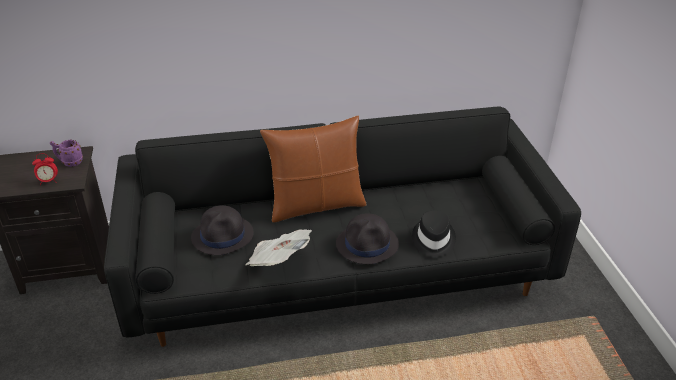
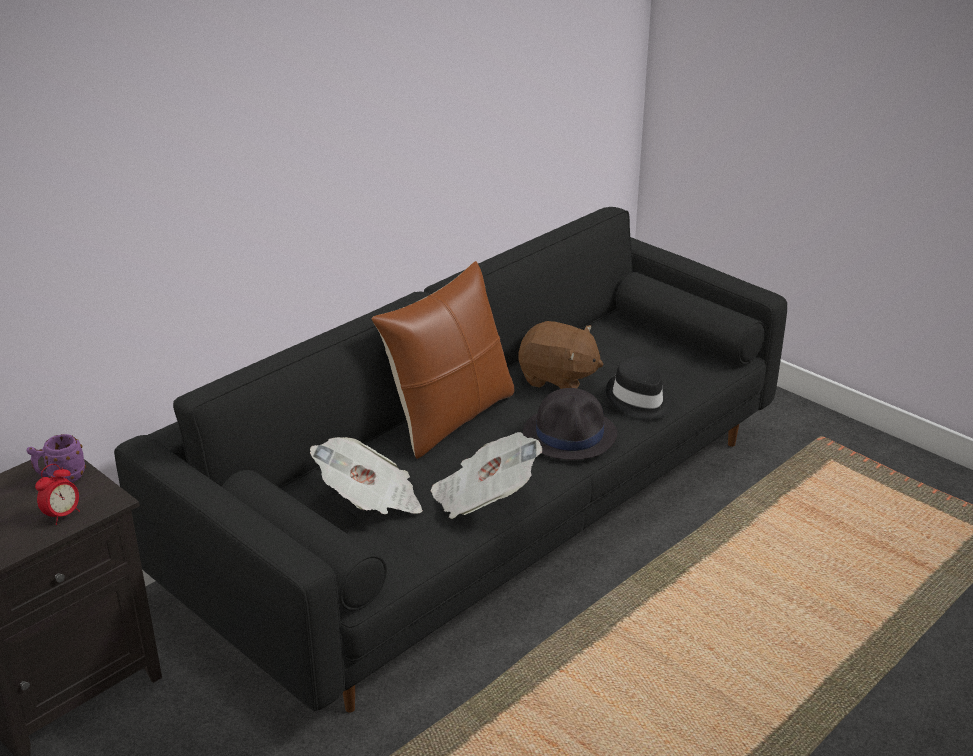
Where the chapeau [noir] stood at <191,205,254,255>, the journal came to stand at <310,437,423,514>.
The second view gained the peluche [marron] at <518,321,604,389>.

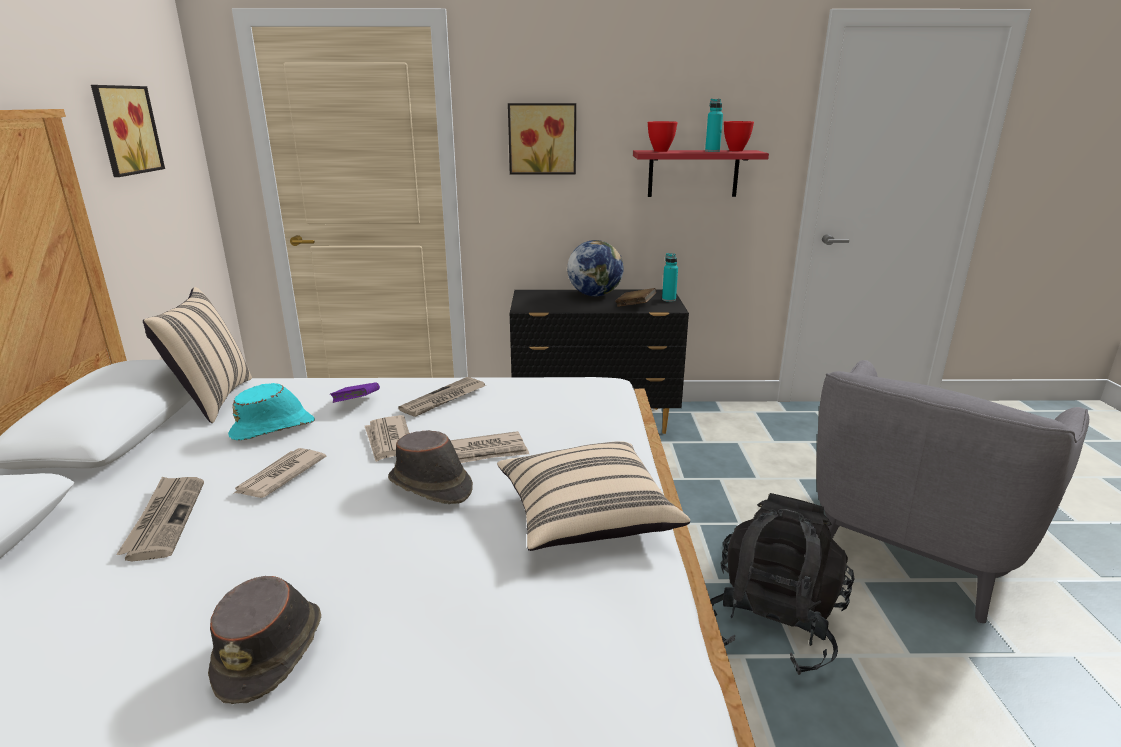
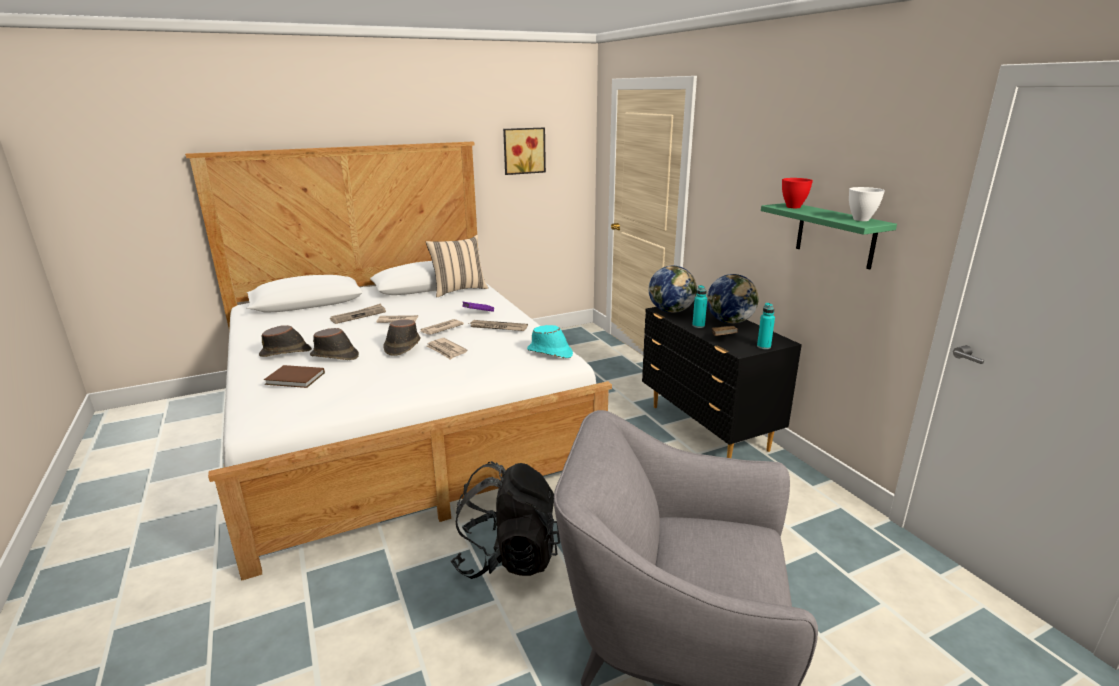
The chapeau [turquoise] ended up elsewhere, having gone from <228,383,315,440> to <527,325,573,358>.
The second view lost the coussin [beige] at <497,441,690,551>.
The second view lost the tableau at <508,103,576,175>.
What was the étagère [rouge] at <633,150,769,197> turned into the étagère [vert] at <761,203,897,269>.
The bouteille [turquoise] ended up elsewhere, having gone from <705,99,723,152> to <692,285,707,328>.
What was the bol [rouge] at <724,121,754,151> turned into the bol [blanc] at <849,187,885,221>.
The second view gained the livre [marron] at <264,365,325,388>.
The second view gained the chapeau [marron] at <310,328,359,360>.
The second view gained the globe at <648,266,697,313>.

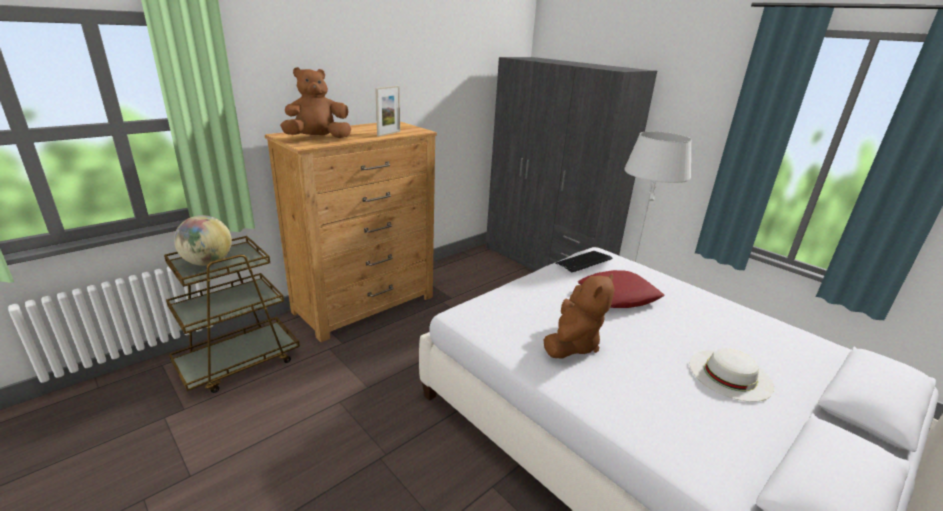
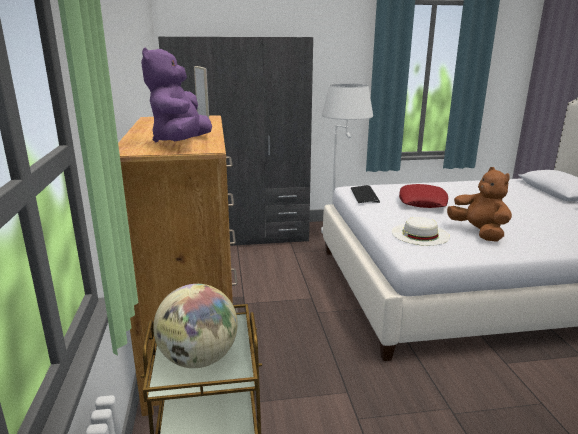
What was the peluche [marron] at <280,67,351,138> turned into the peluche [violet] at <141,47,212,143>.
The chapeau [blanc] ended up elsewhere, having gone from <690,348,774,402> to <392,217,450,246>.

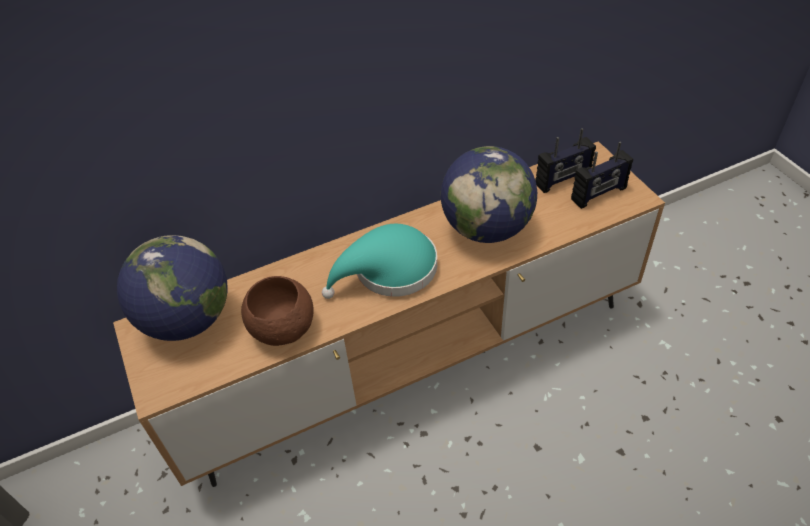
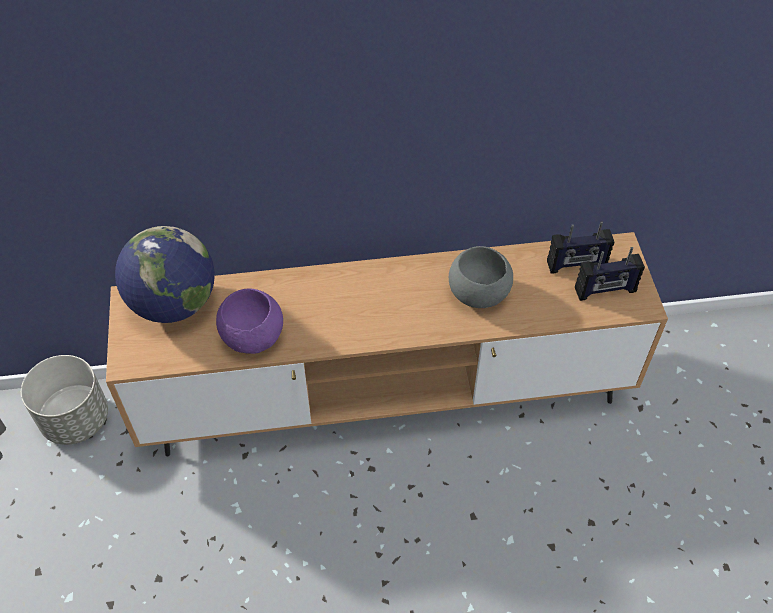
What was the bol [marron] at <241,276,314,346> turned into the bol [violet] at <216,289,283,354>.
The second view lost the chapeau [turquoise] at <322,224,437,299>.
Where the globe stood at <441,146,537,243>, the bol [gris] came to stand at <449,246,513,308>.
The second view gained the cache-pot [gris] at <21,355,108,445>.

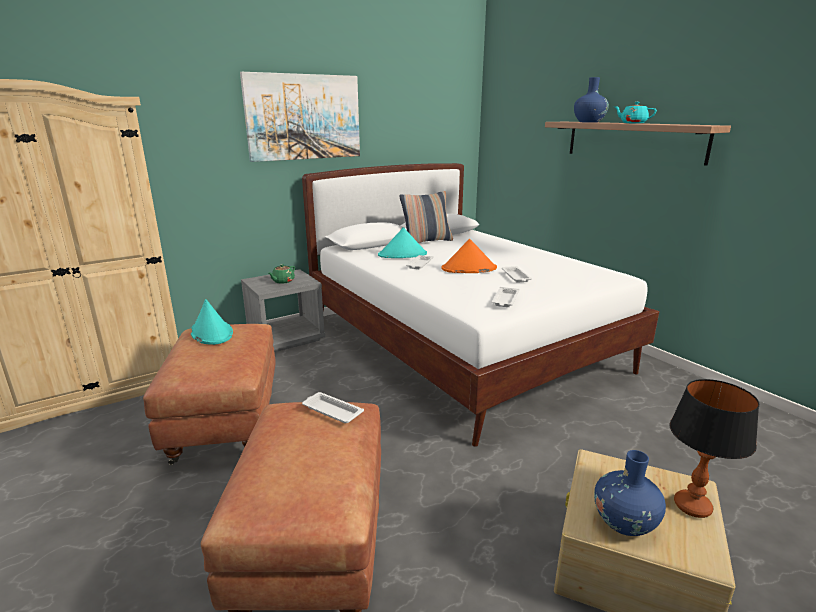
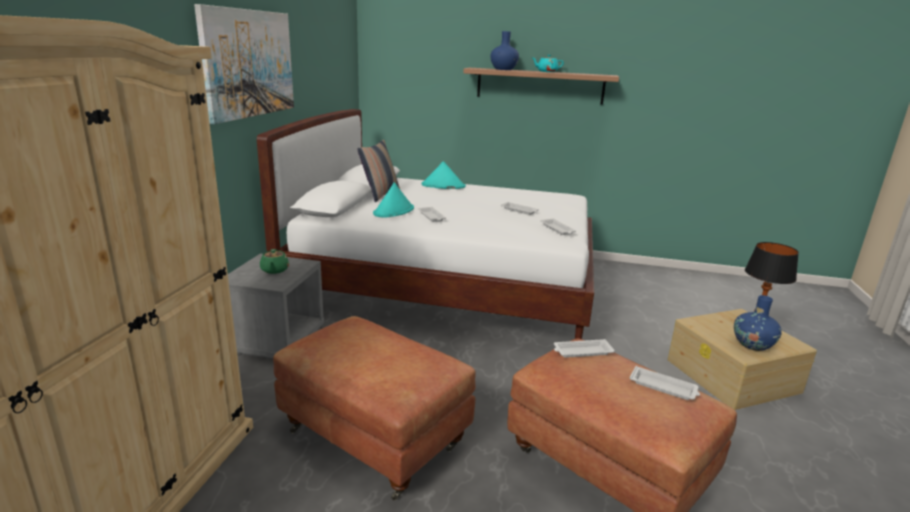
The chapeau [turquoise] ended up elsewhere, having gone from <191,299,233,345> to <422,161,466,189>.
The second view lost the chapeau [orange] at <441,239,497,273>.
The second view gained the plateau [blanc] at <630,366,700,400>.

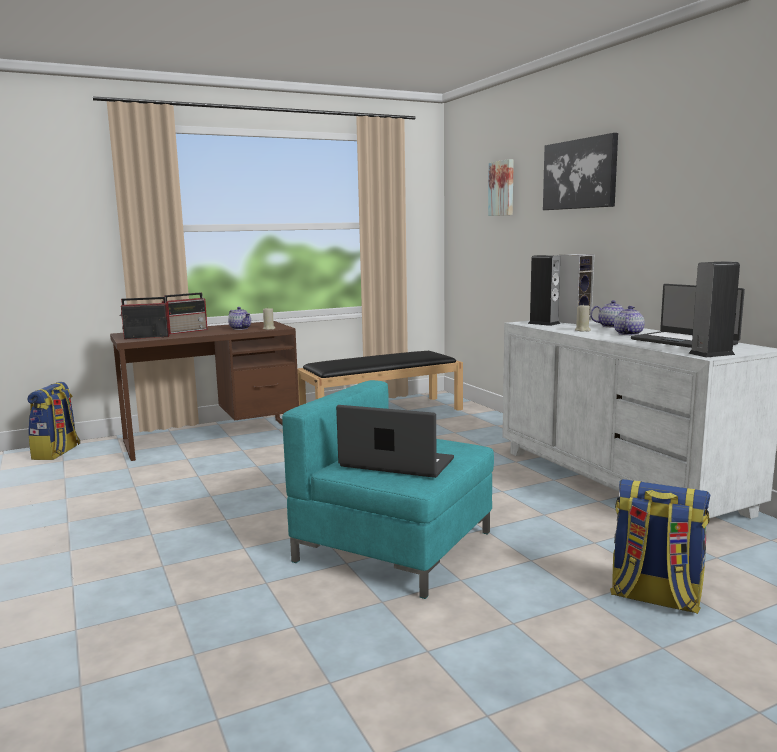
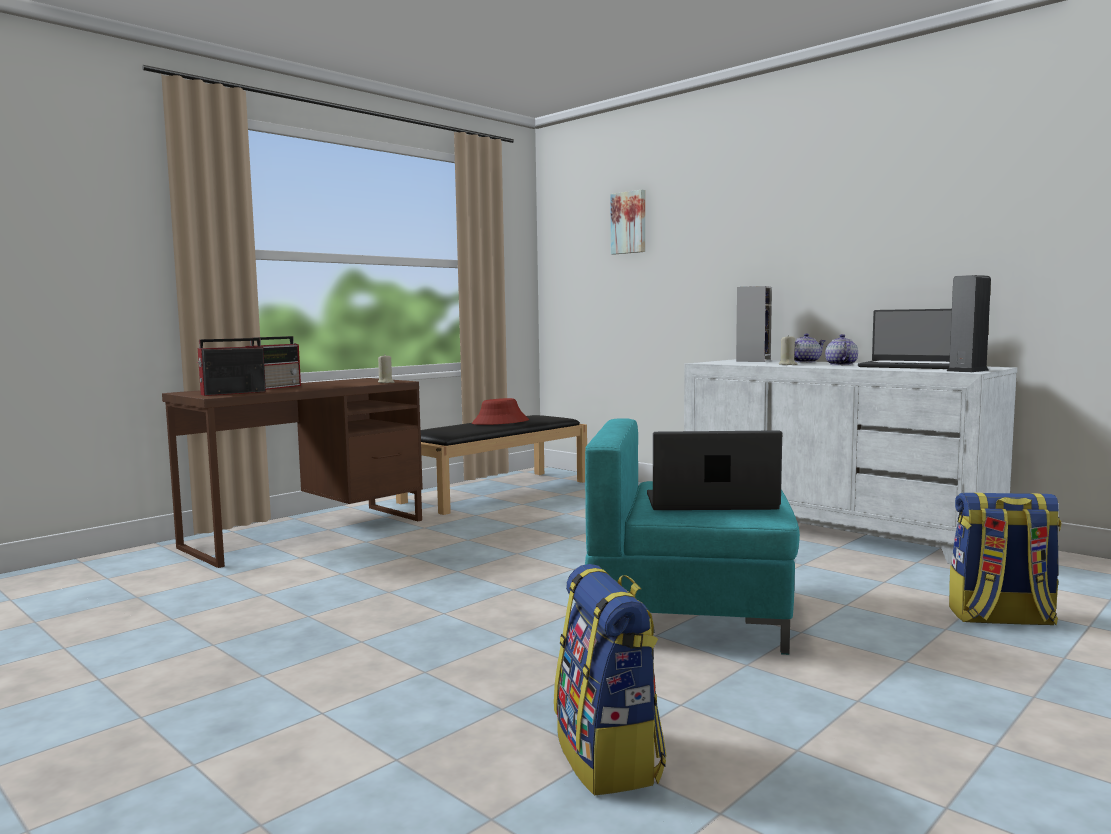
The sac à dos ended up elsewhere, having gone from <28,382,80,460> to <554,564,667,796>.
The second view lost the théière at <228,307,251,330>.
The second view lost the enceinte at <528,255,560,326>.
The second view lost the tableau at <543,133,618,210>.
The second view gained the chapeau [rouge] at <472,398,529,425>.

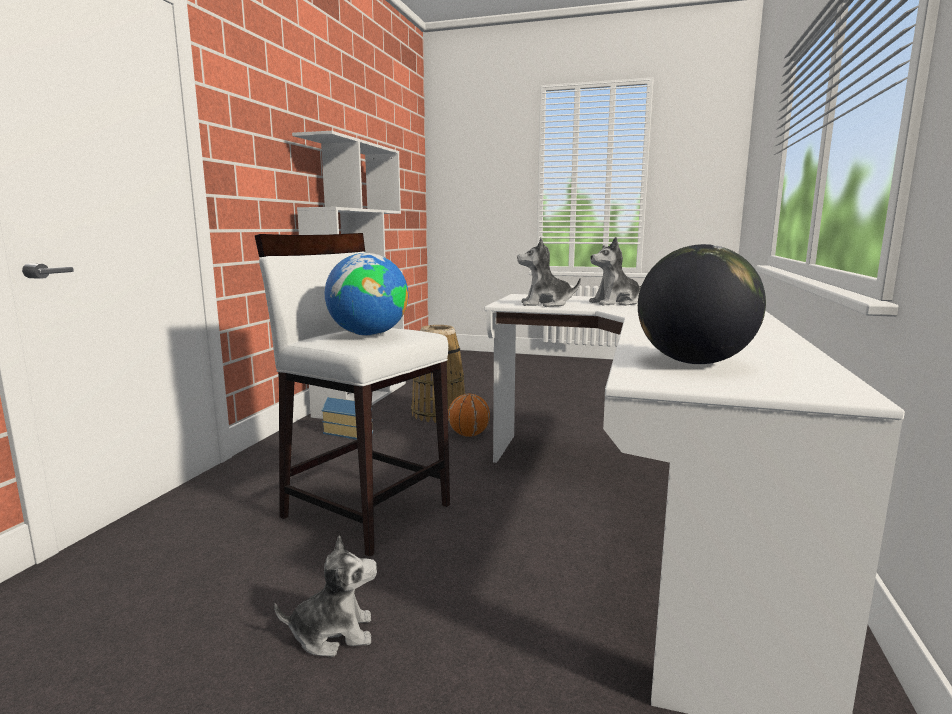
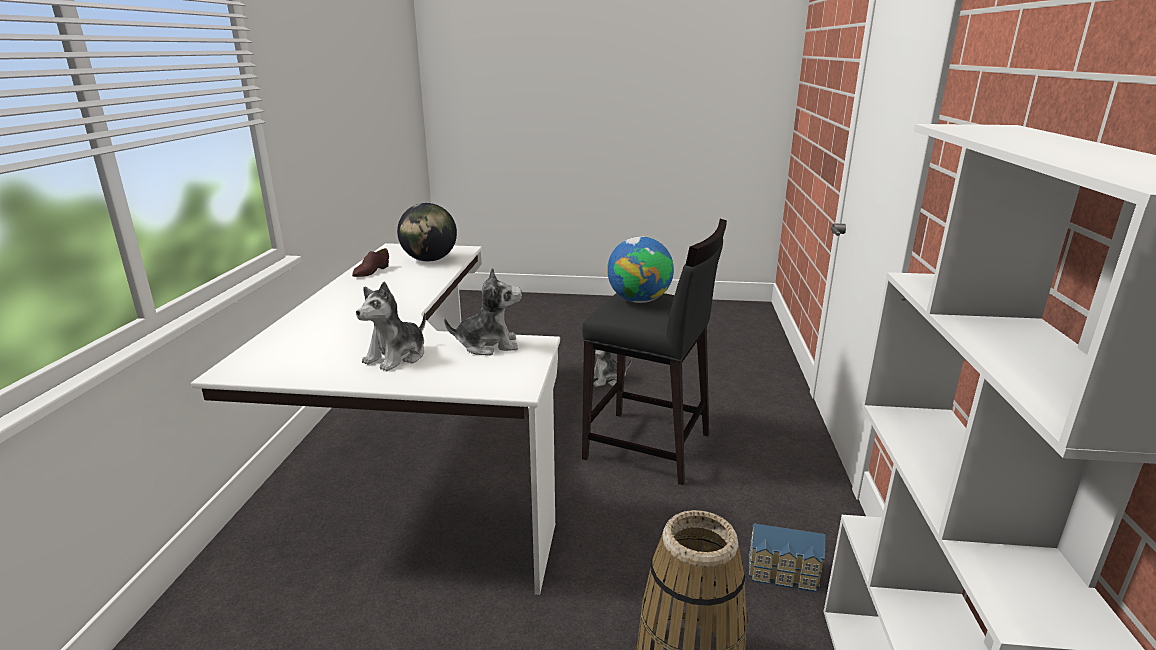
What was the tabouret [blanc] at <255,233,450,557> turned into the tabouret [noir] at <582,219,727,485>.
The second view lost the ballon de basket at <448,394,490,437>.
The peluche at <589,237,642,306> ended up facing another way, 150 degrees clockwise from before.
The second view gained the chaussure [marron] at <352,248,389,277>.

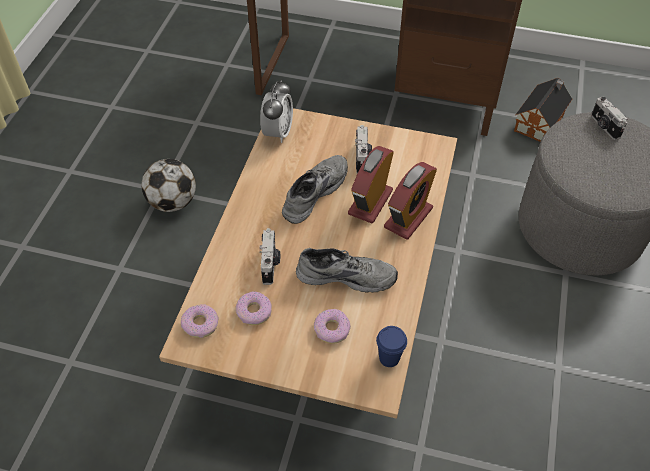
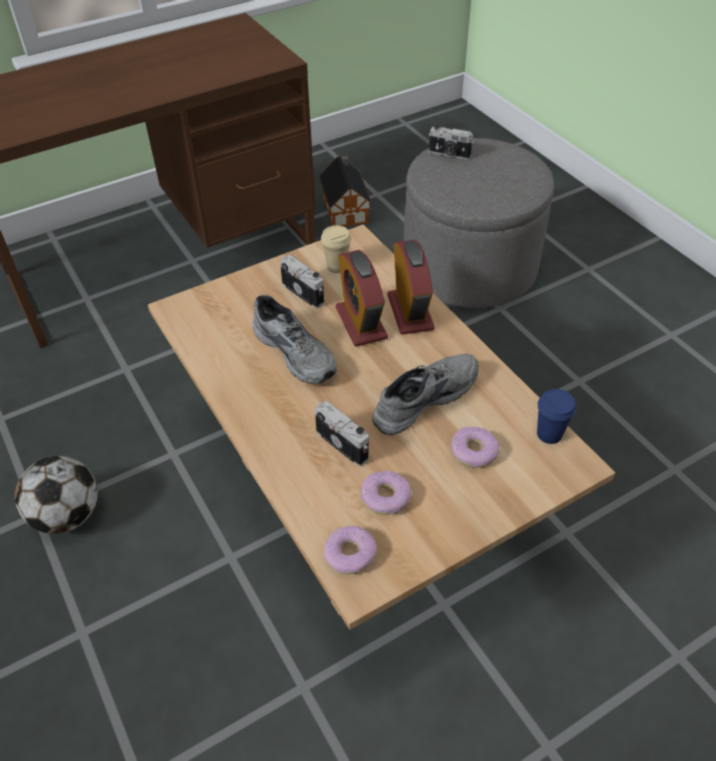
The second view lost the réveil at <260,80,293,143>.
The chaussure [gris] at <282,155,348,224> ended up facing another way, 150 degrees clockwise from before.
The second view gained the tasse [beige] at <321,225,351,273>.

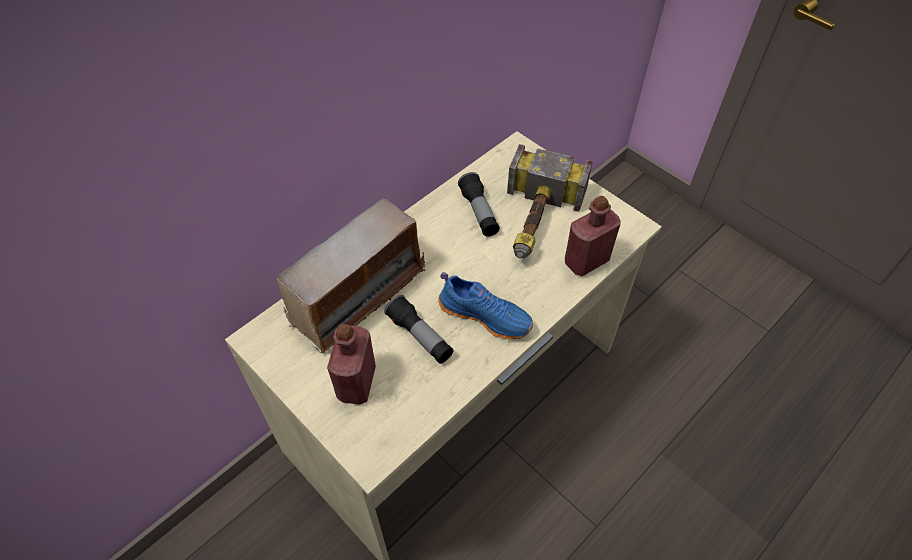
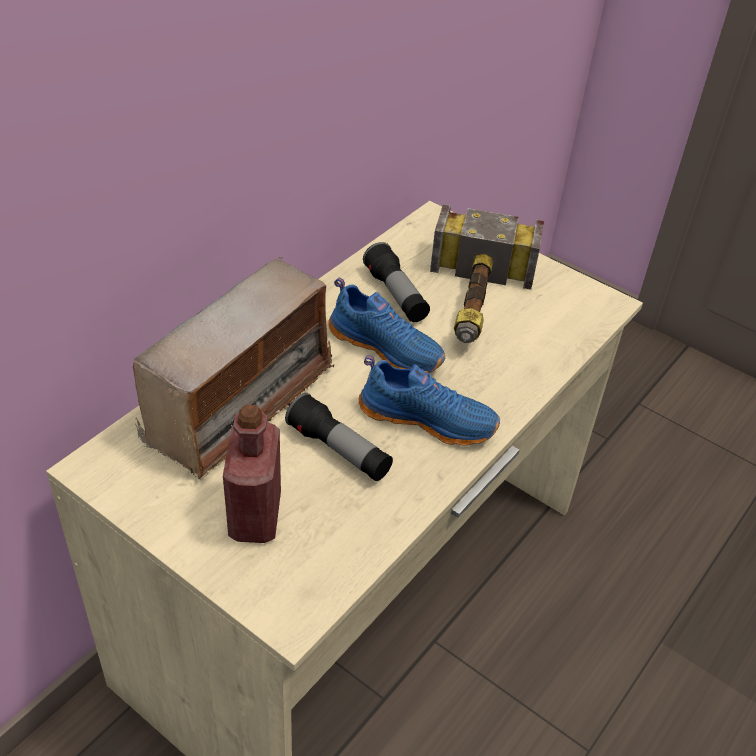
The second view lost the bouteille [rouge] at <565,196,621,276>.
The second view gained the chaussure [bleu] at <328,278,445,373>.

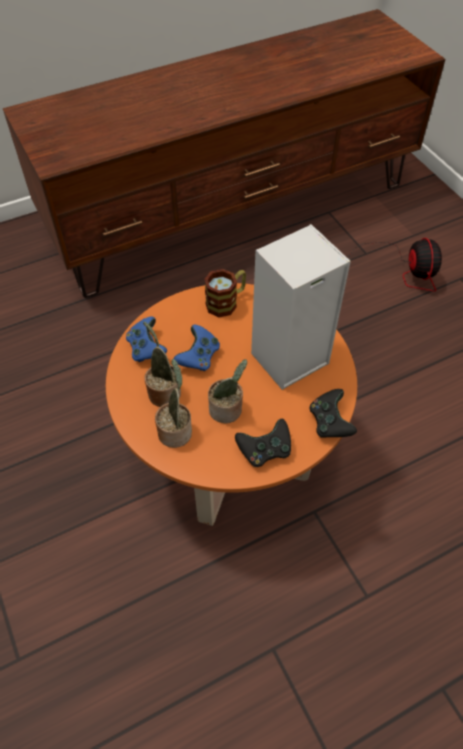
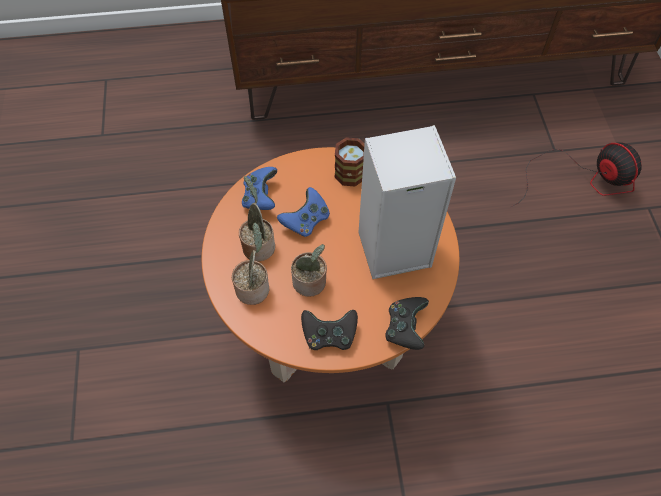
The ventilateur at <348,238,442,292> ended up facing another way, 45 degrees counterclockwise from before.

